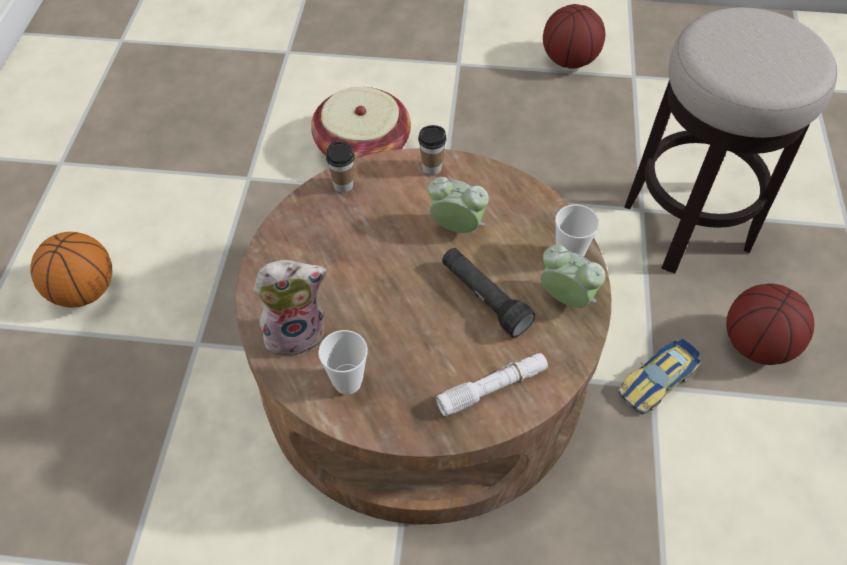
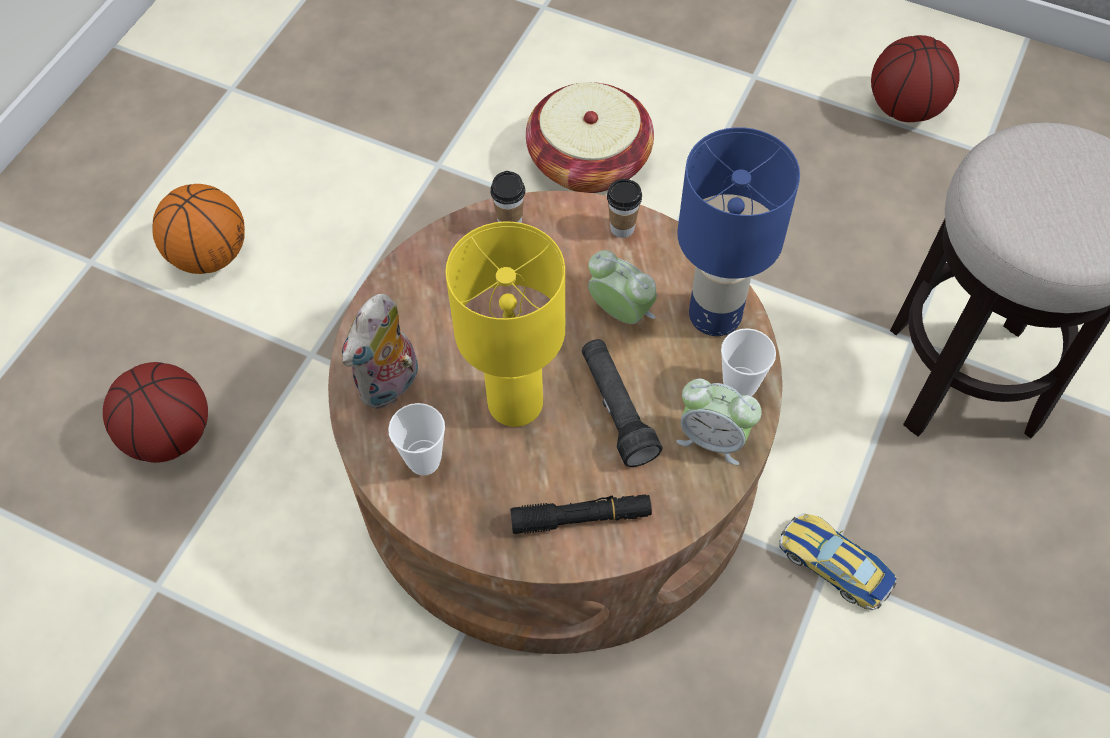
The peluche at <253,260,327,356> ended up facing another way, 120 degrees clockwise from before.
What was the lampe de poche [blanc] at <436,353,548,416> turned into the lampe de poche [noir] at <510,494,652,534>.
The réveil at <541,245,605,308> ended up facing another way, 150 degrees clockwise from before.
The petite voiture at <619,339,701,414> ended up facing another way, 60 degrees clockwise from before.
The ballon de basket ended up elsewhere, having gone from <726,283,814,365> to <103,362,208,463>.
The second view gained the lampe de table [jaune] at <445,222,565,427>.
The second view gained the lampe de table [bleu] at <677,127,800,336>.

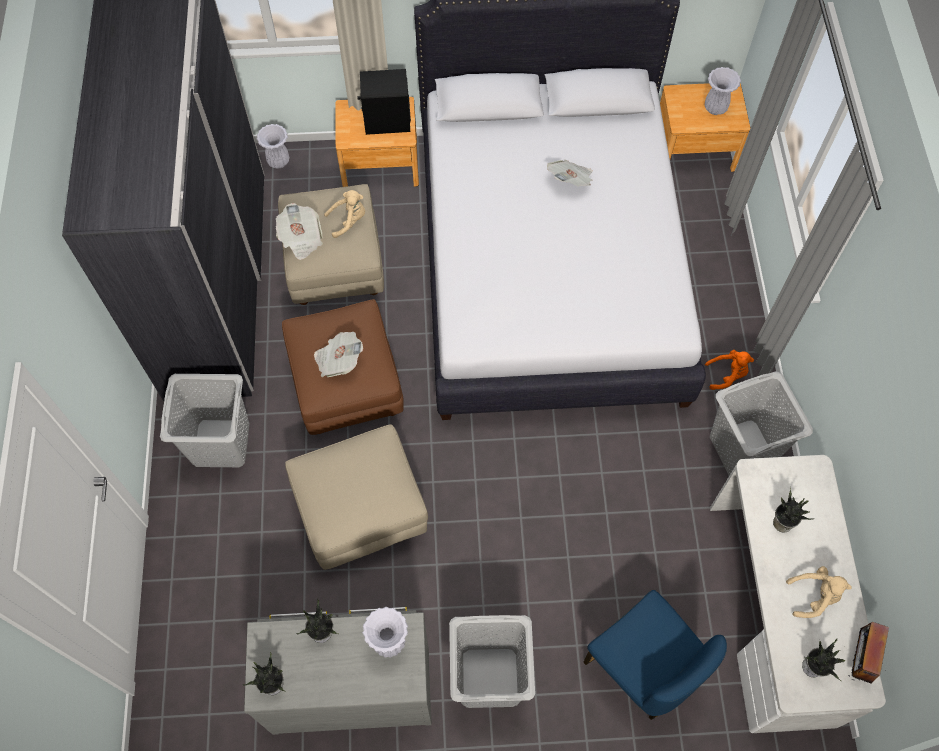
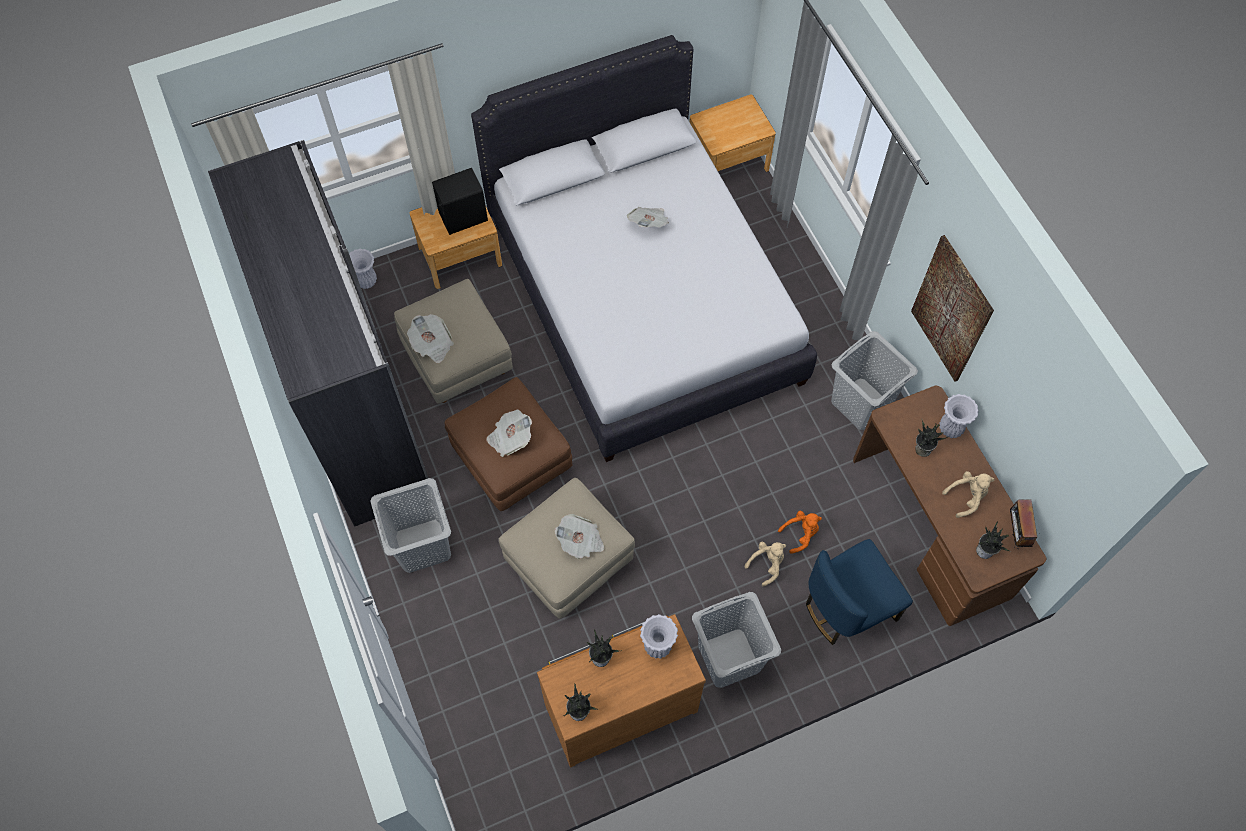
What was the commode [gris] at <244,607,432,735> turned into the commode [marron] at <537,614,706,768>.
The peluche [beige] ended up elsewhere, having gone from <324,190,365,238> to <745,542,786,587>.
The chaise [bleu] at <583,590,727,720> ended up facing another way, 120 degrees clockwise from before.
The vase [blanc] ended up elsewhere, having gone from <705,67,741,115> to <939,394,979,438>.
The peluche [orange] ended up elsewhere, having gone from <705,350,754,390> to <778,511,822,554>.
What was the bureau [blanc] at <710,455,886,733> turned into the bureau [marron] at <853,386,1046,626>.
The second view gained the journal at <555,514,605,559>.
The second view gained the tableau at <911,235,994,381>.

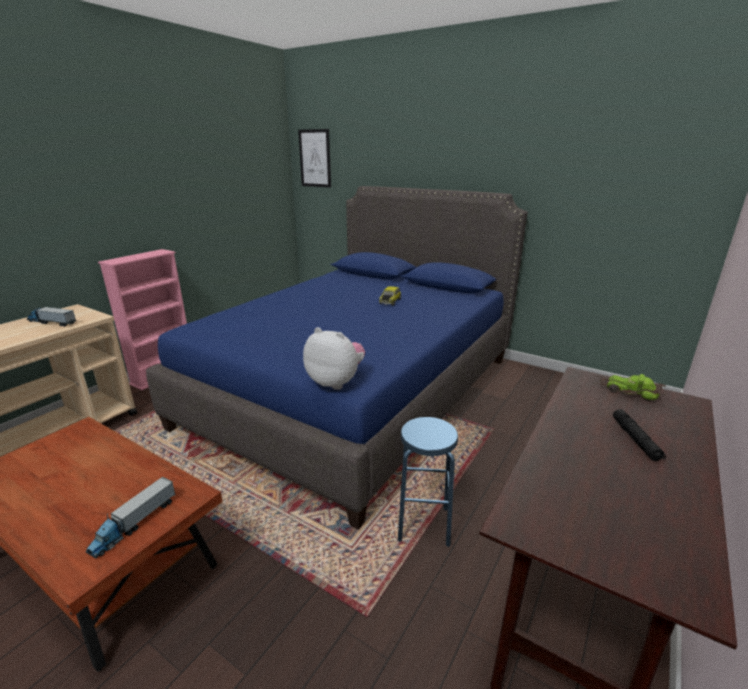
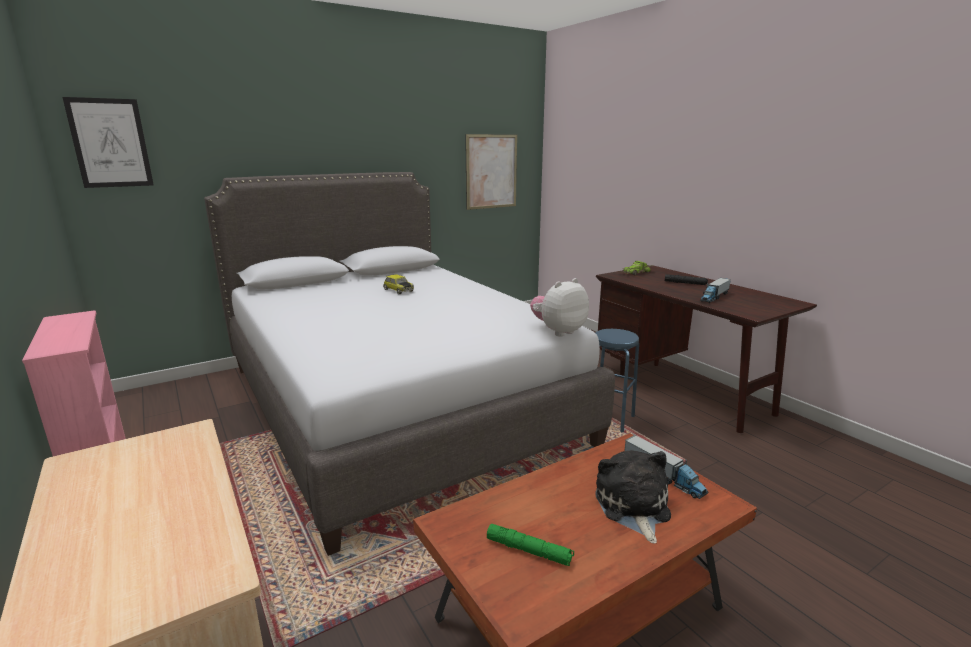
The camion jouet ended up elsewhere, having gone from <27,307,76,327> to <700,278,731,303>.
What was the lit [bleu] at <146,186,528,530> turned into the lit [gris] at <204,172,615,556>.
The second view gained the tableau at <465,134,517,210>.
The second view gained the lampe de poche [vert] at <487,524,574,566>.
The second view gained the peluche at <595,450,671,543>.

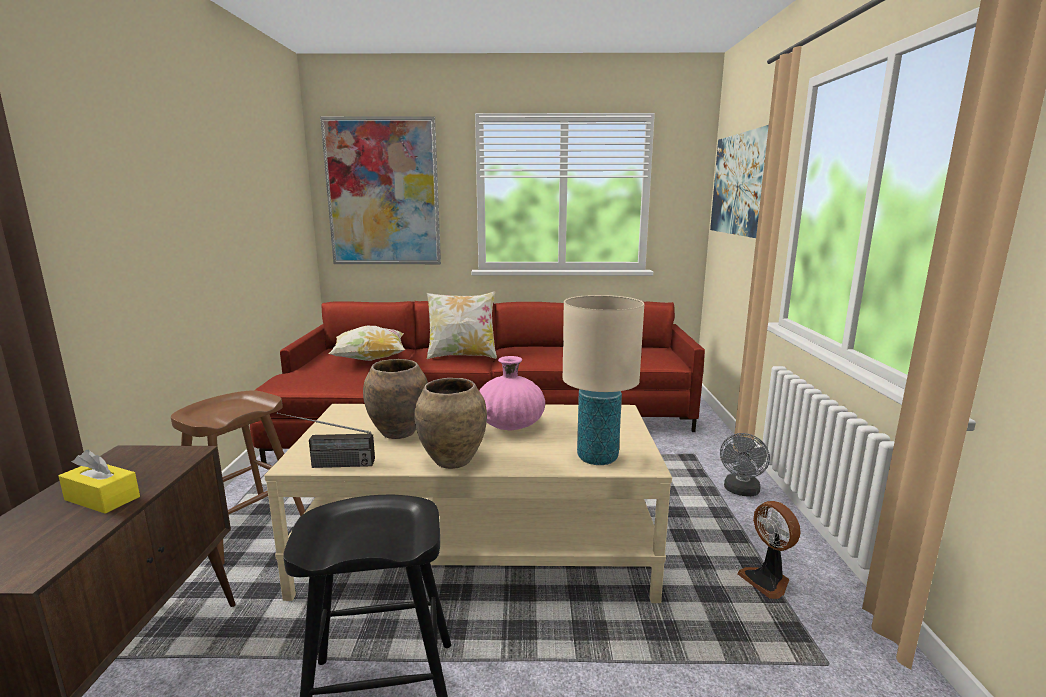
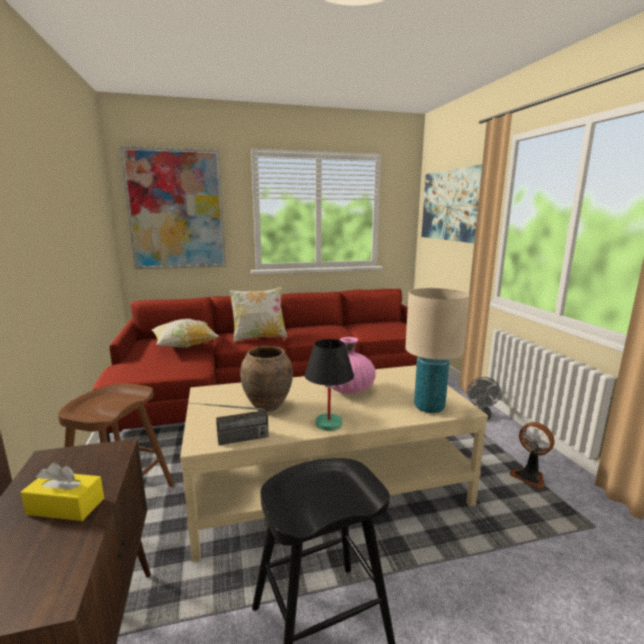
Where the vase [marron] stood at <414,378,487,469>, the lampe de table [noir] came to stand at <305,339,354,431>.

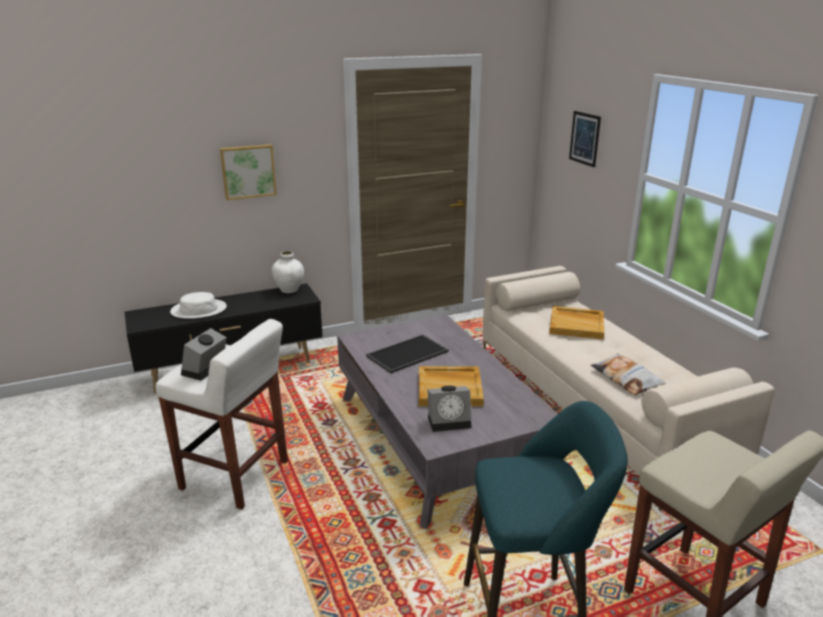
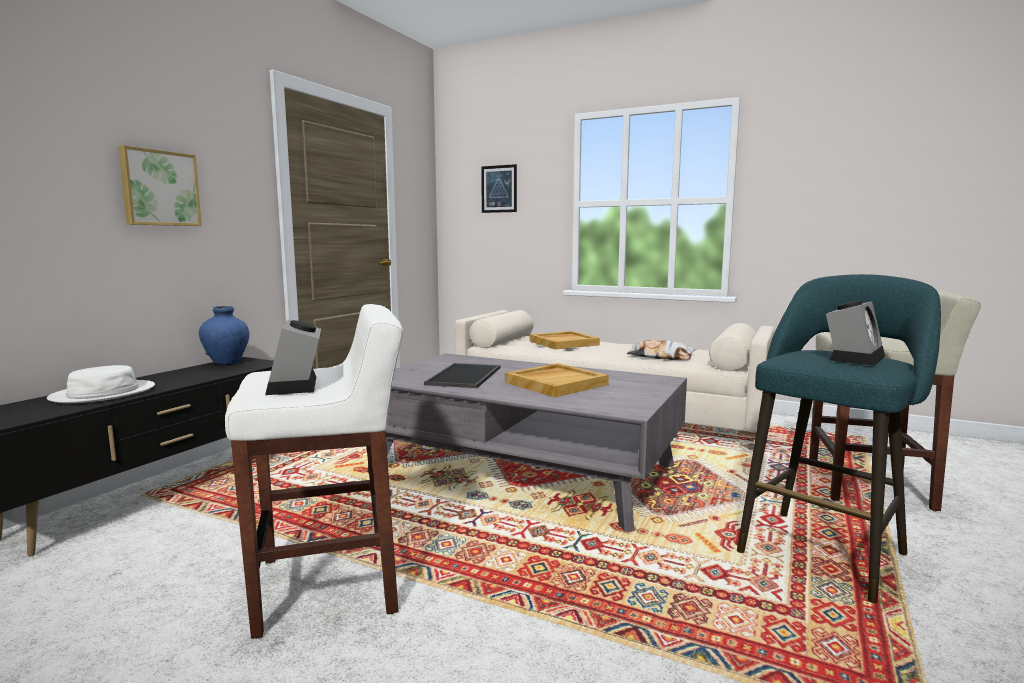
What was the vase [blanc] at <271,251,304,293> turned into the vase [bleu] at <199,306,249,365>.
The réveil ended up elsewhere, having gone from <427,386,471,432> to <826,300,885,366>.

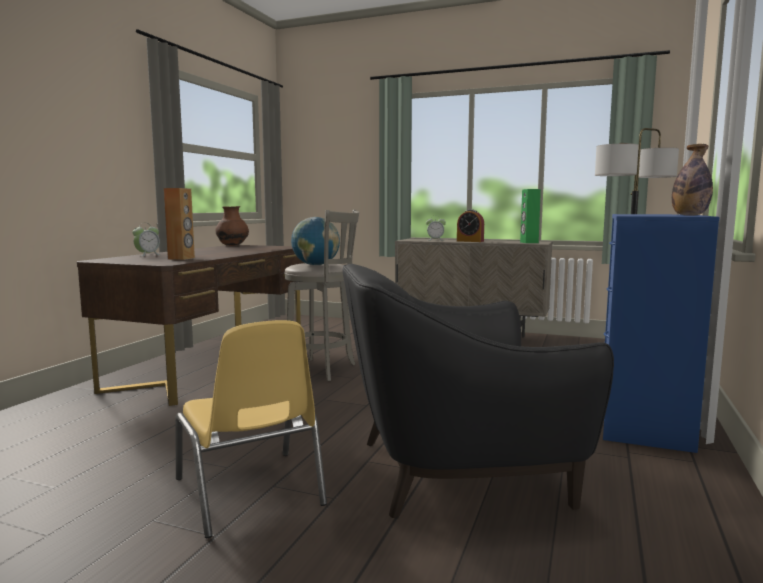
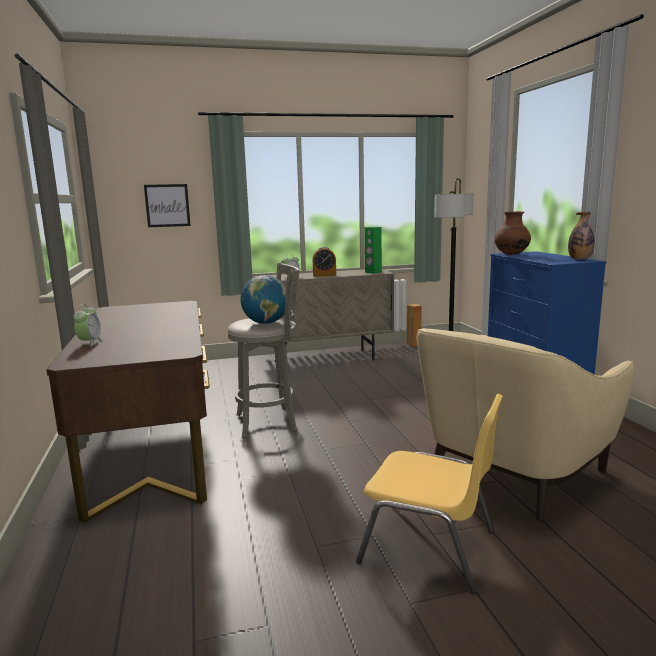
The enceinte [marron] ended up elsewhere, having gone from <164,188,195,260> to <407,304,422,346>.
The vase [marron] ended up elsewhere, having gone from <215,206,249,246> to <494,211,531,255>.
What was the fauteuil [noir] at <342,264,614,518> turned into the fauteuil [beige] at <417,328,634,521>.
The second view gained the tableau at <144,184,191,227>.

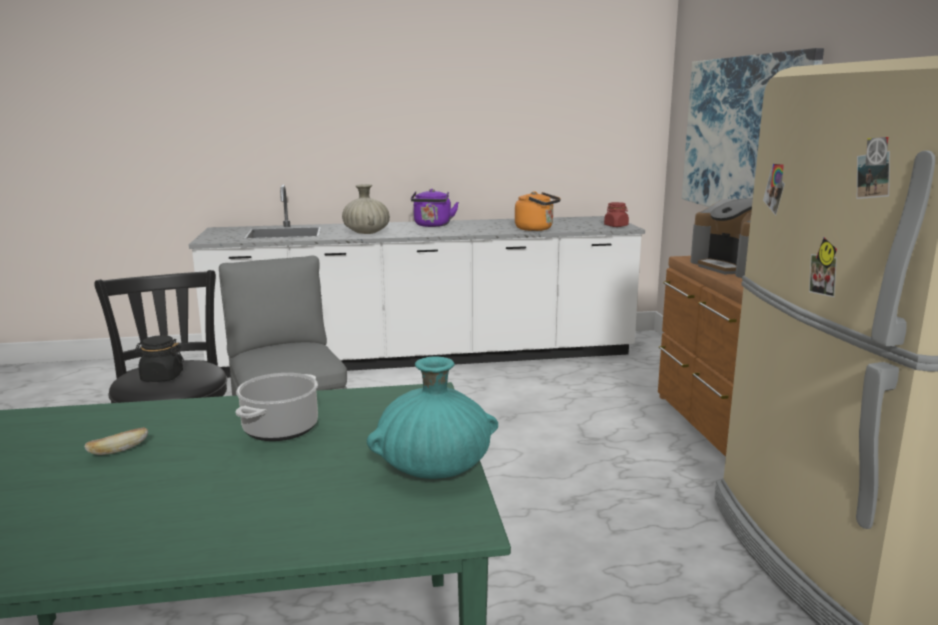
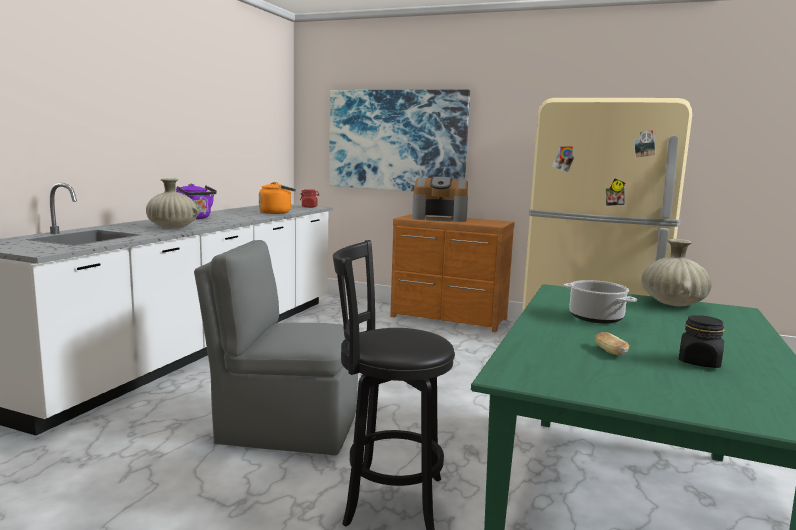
The bocal [noir] ended up elsewhere, having gone from <134,335,184,382> to <679,315,724,368>.
What was the vase [turquoise] at <367,357,498,479> turned into the vase [beige] at <641,239,712,306>.

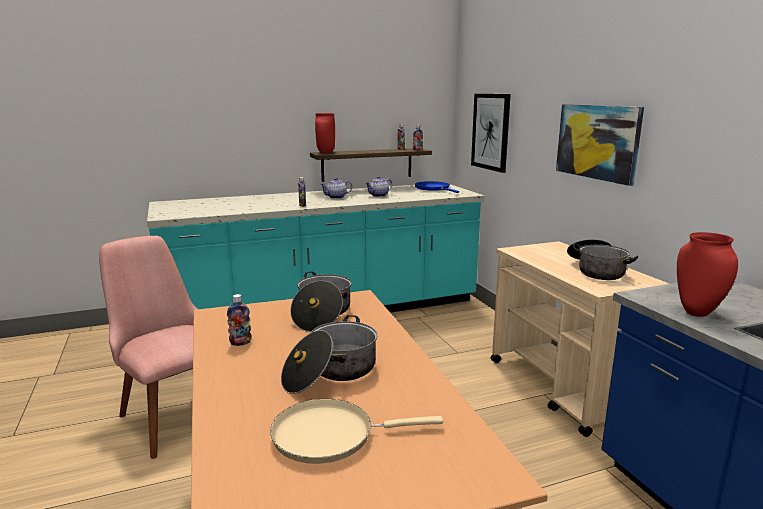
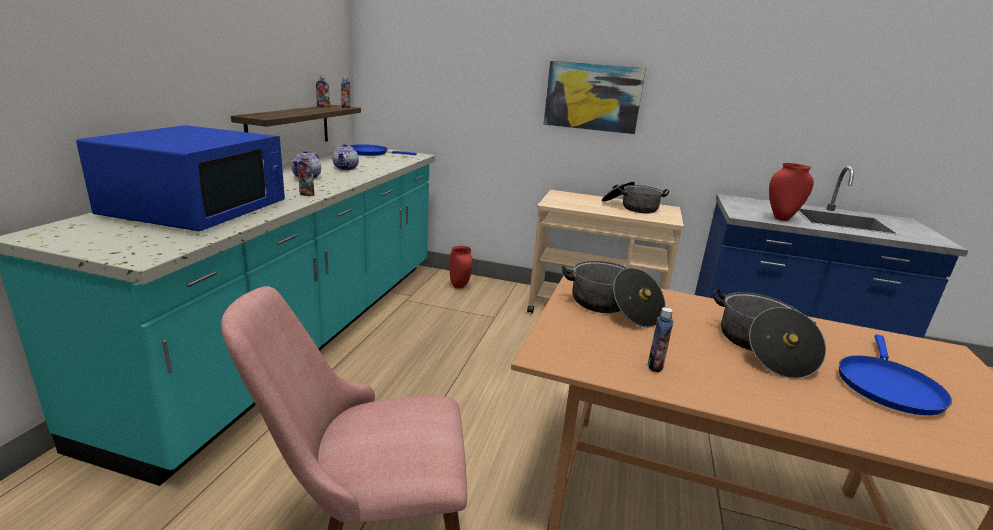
What was the poêle [beige] at <270,399,443,464> turned into the poêle [bleu] at <839,334,952,415>.
The vase [rouge] ended up elsewhere, having gone from <315,113,335,153> to <449,246,472,288>.
The second view lost the tableau at <471,94,511,173>.
The second view gained the micro-ondes [bleu] at <76,125,285,231>.

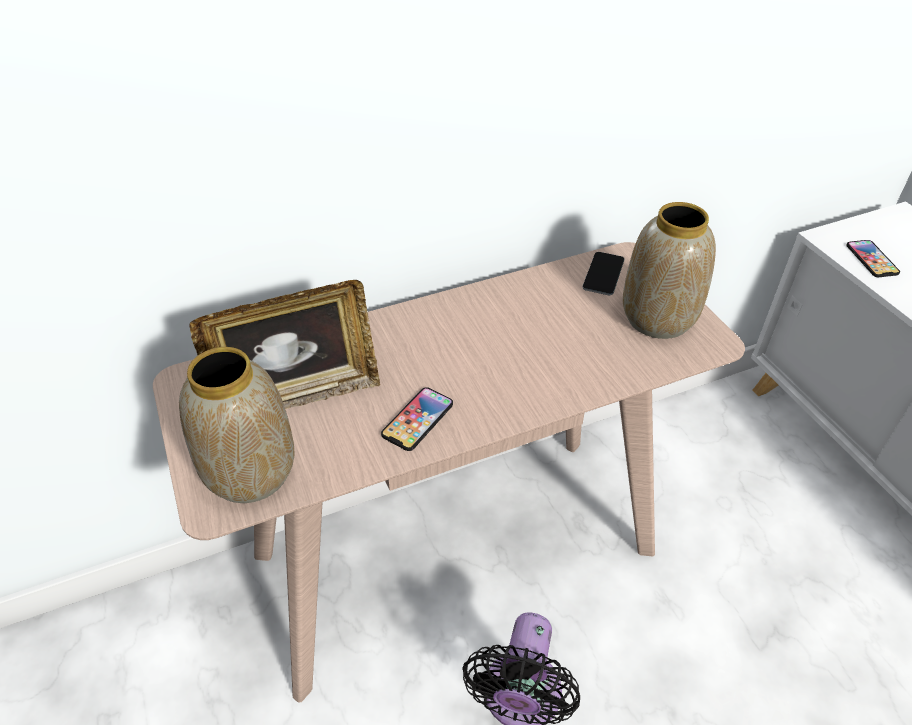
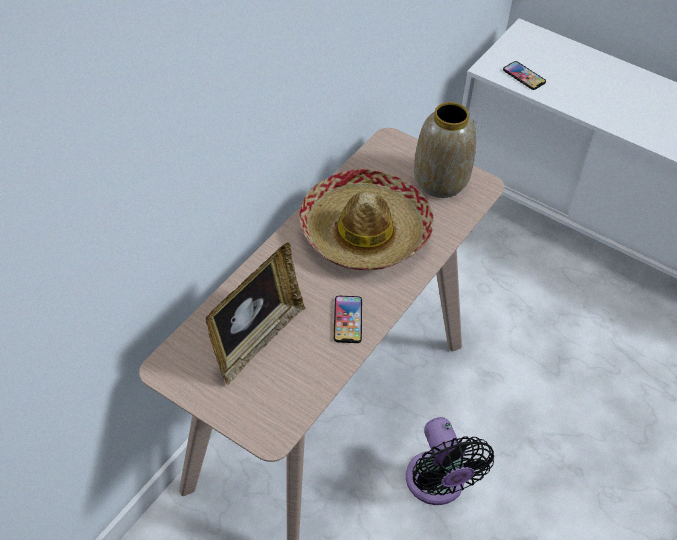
The second view lost the vase at <179,347,294,503>.
The second view lost the téléphone at <583,252,624,295>.
The second view gained the chapeau at <299,169,434,270>.

